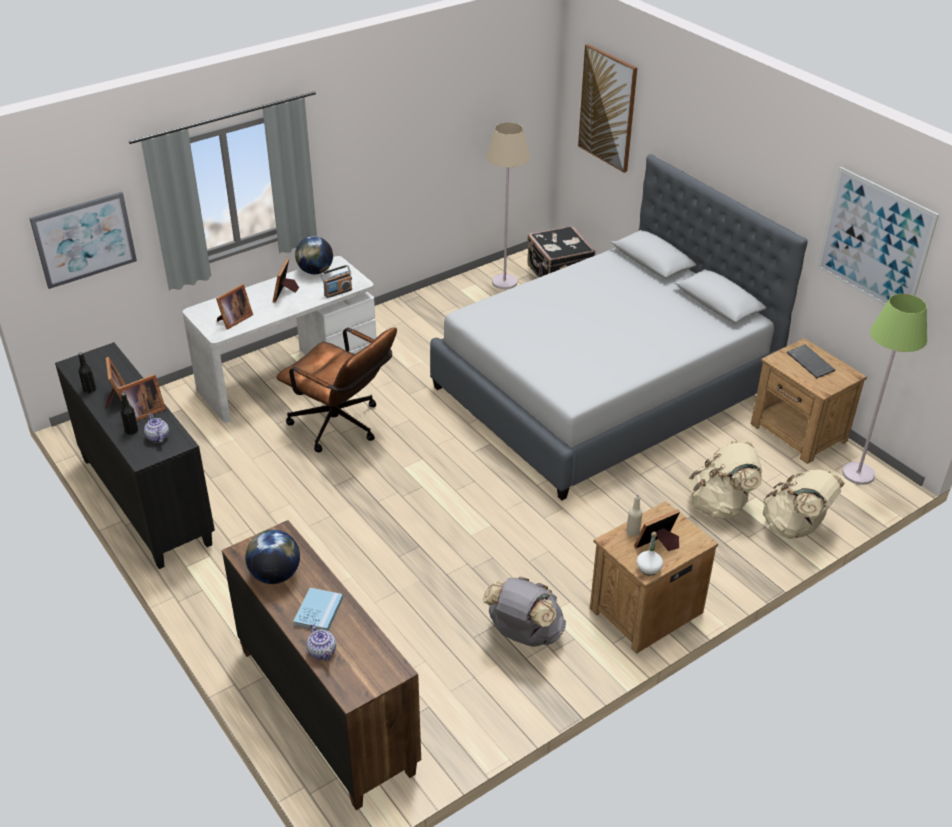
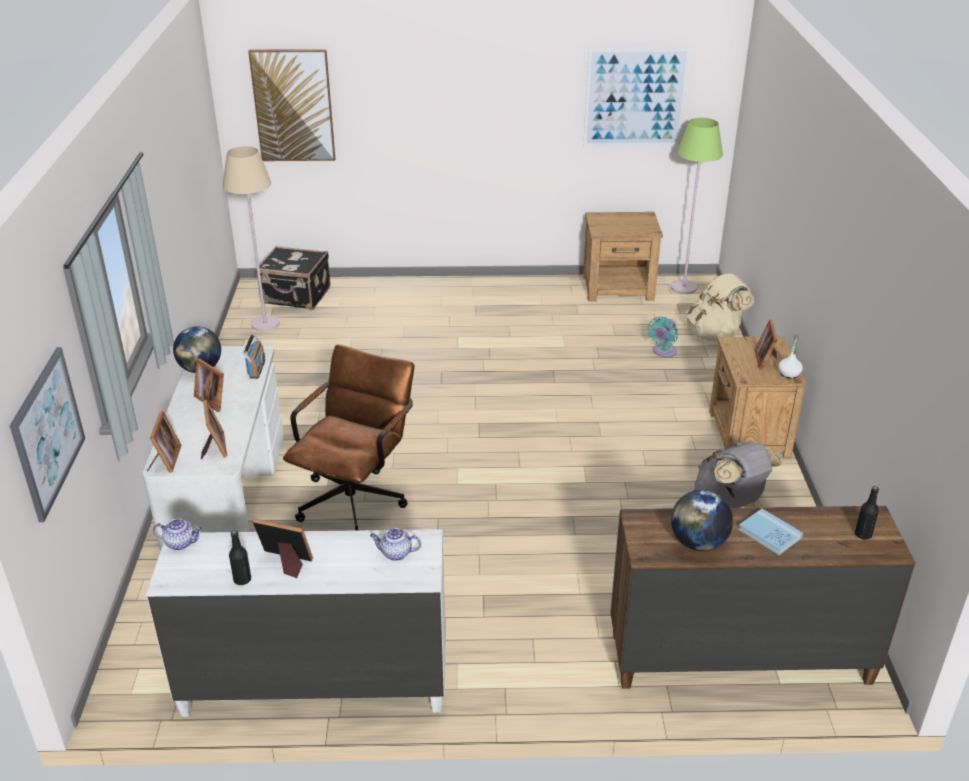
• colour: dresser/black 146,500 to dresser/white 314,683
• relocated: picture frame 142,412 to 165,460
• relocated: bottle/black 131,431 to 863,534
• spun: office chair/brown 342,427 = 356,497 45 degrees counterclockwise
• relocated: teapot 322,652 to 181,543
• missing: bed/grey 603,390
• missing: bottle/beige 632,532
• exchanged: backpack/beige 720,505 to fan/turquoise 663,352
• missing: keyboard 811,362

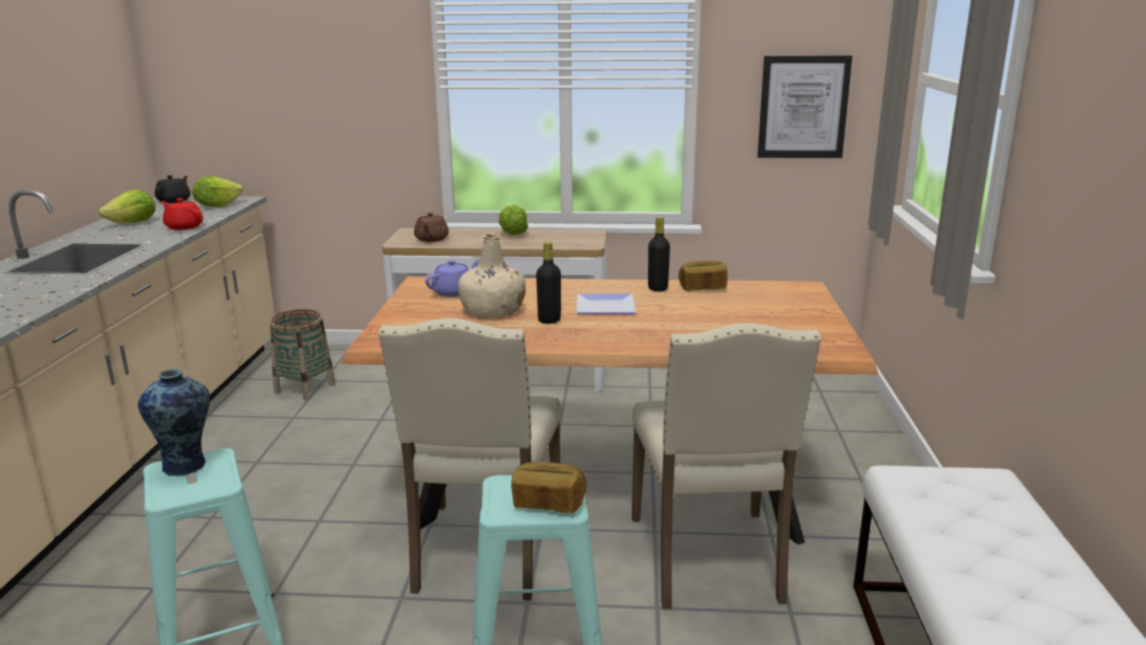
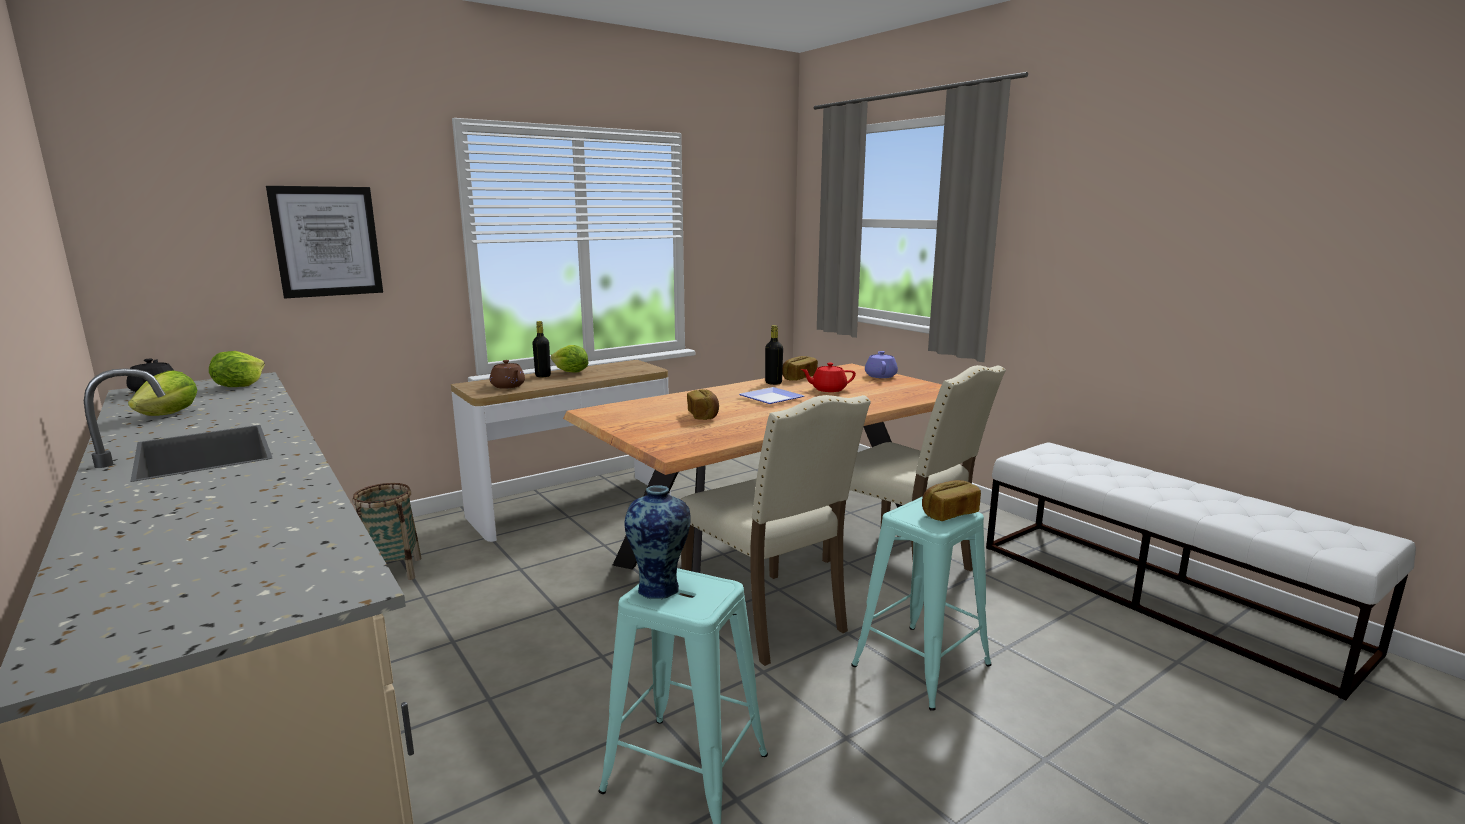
• relocated: teapot/red 184,227 to 828,389
• relocated: teapot/purple 454,292 to 880,376
• exchanged: bottle/beige 493,311 to bread 703,416
• relocated: bottle/black 549,320 to 543,376
• relocated: picture 803,107 to 327,241

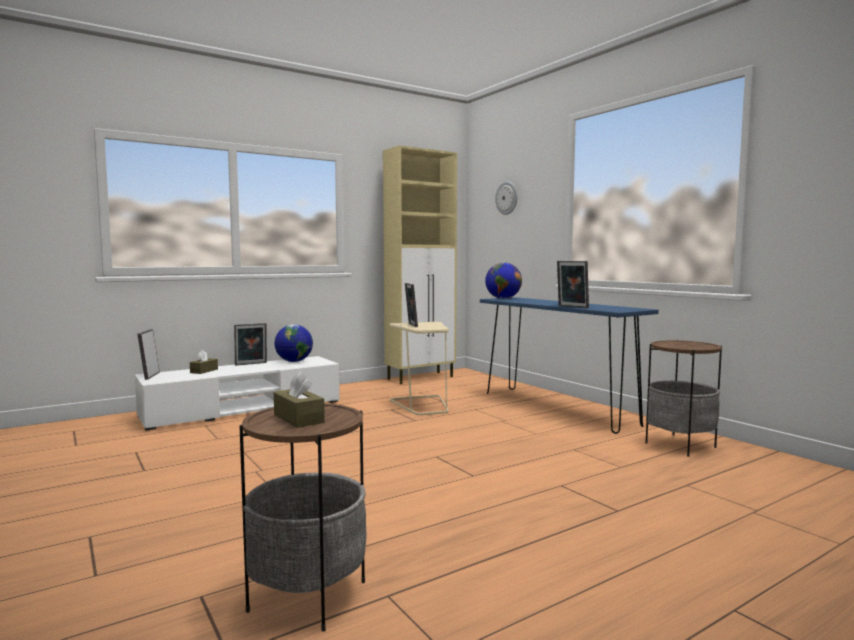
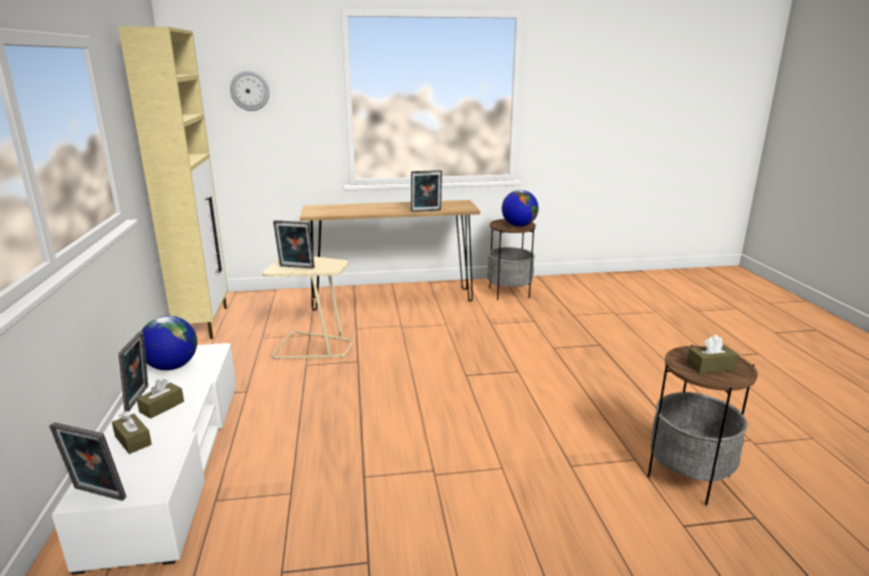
• colour: console table/blue 556,408 to console table/brown 392,299
• relocated: globe 503,298 to 519,226
• appeared: tissue box/brown 162,407

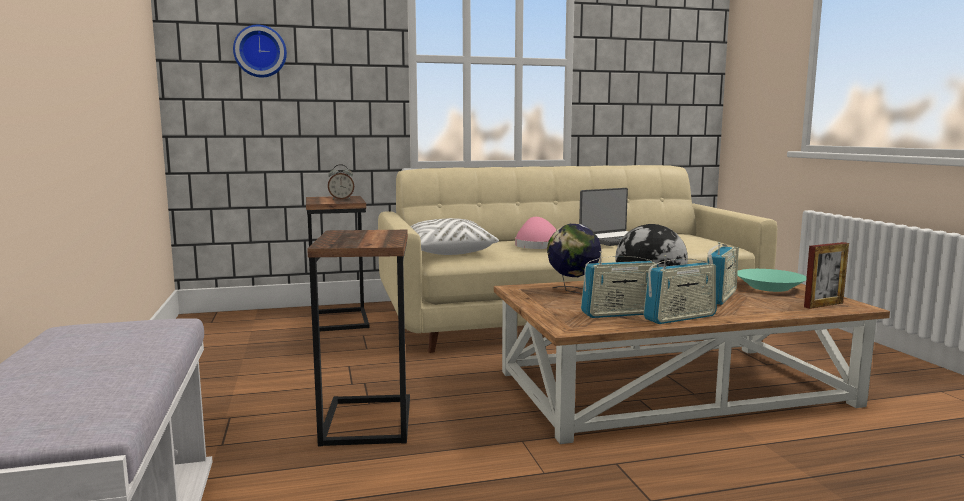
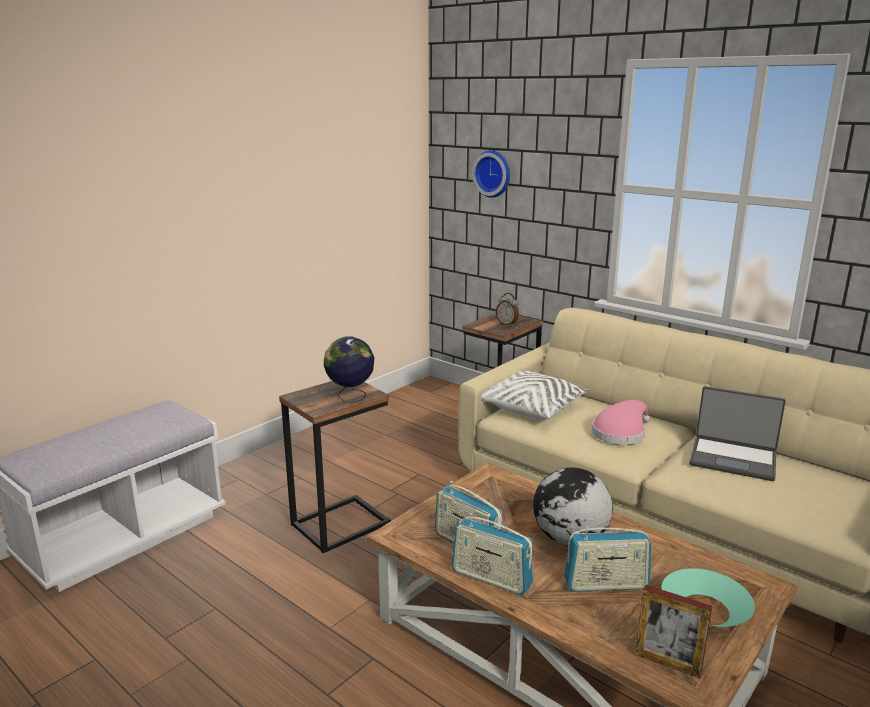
• relocated: globe 572,291 to 350,397

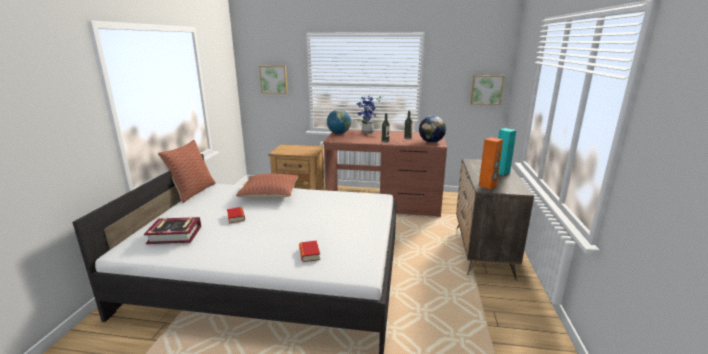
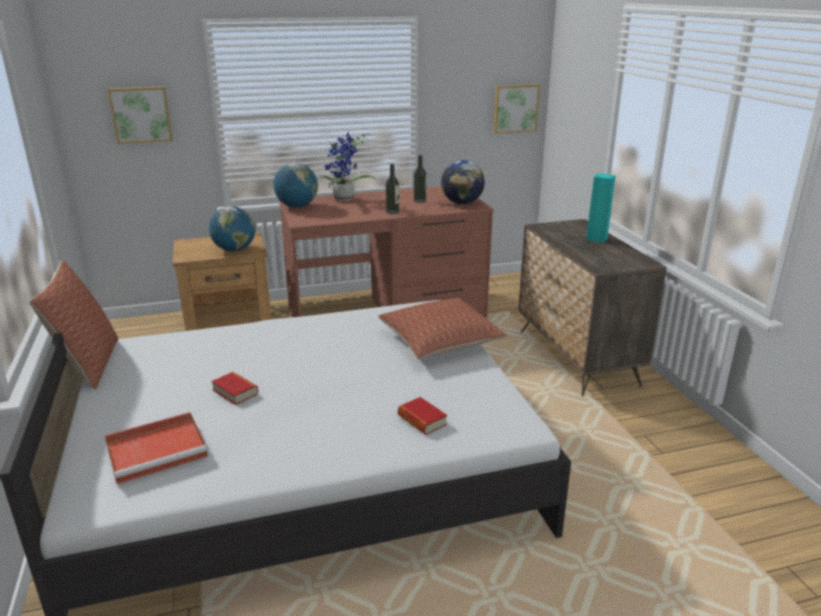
• exchanged: book 175,235 to tray/red 158,449
• relocated: pillow 269,194 to 439,341
• missing: speaker/orange 487,186
• appeared: globe 234,250

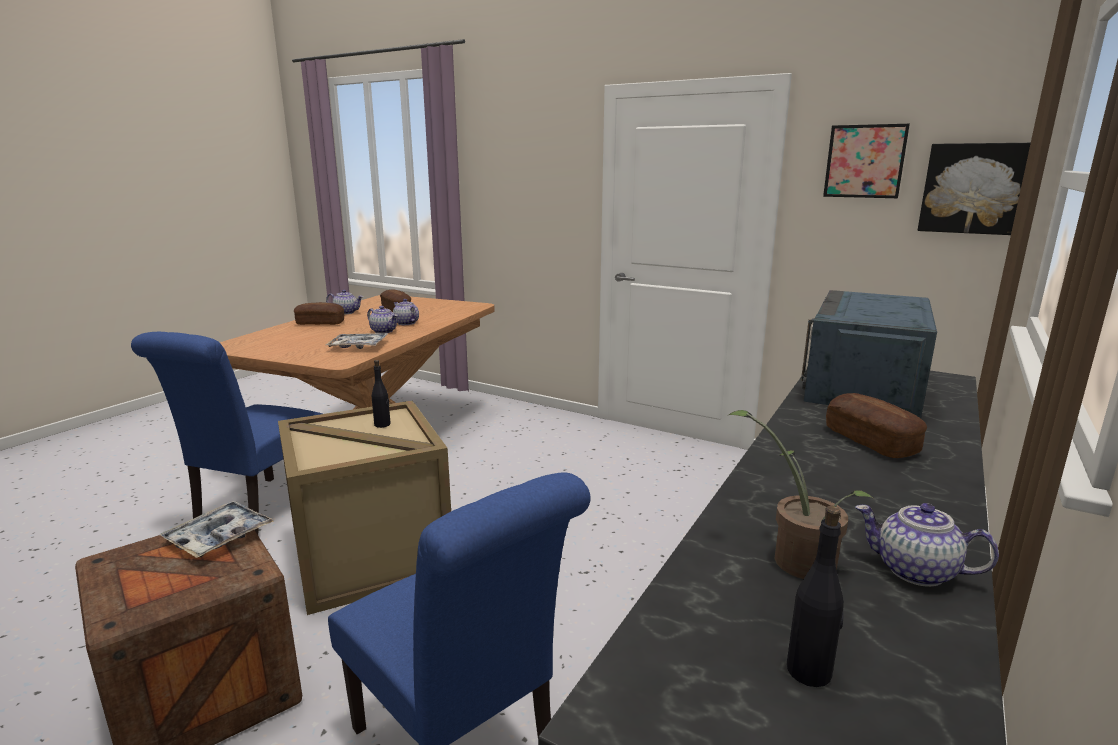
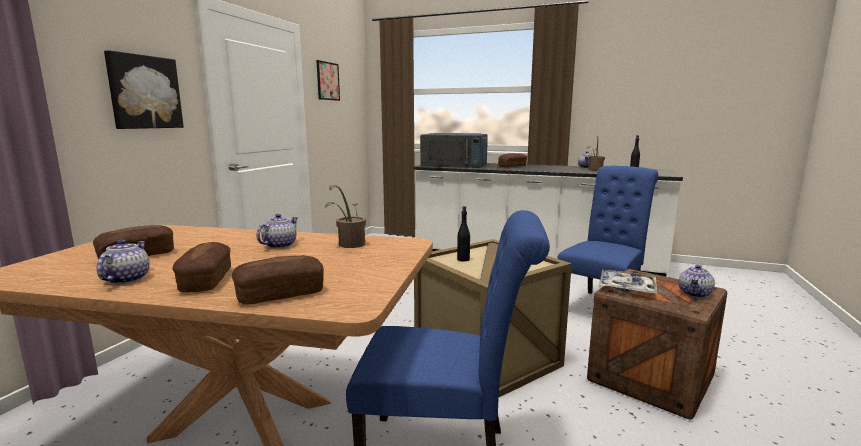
• exchanged: tray 358,346 to potted plant 349,245
• relocated: teapot 406,323 to 695,294
• relocated: picture 973,188 to 144,92
• appeared: bread 280,294

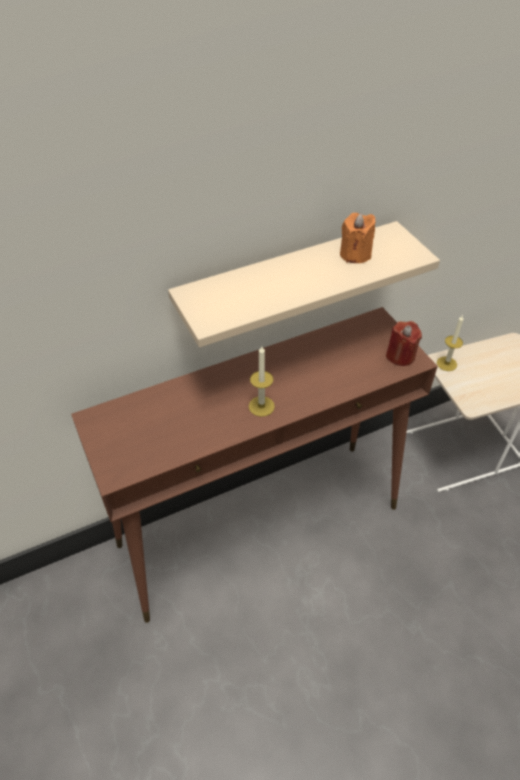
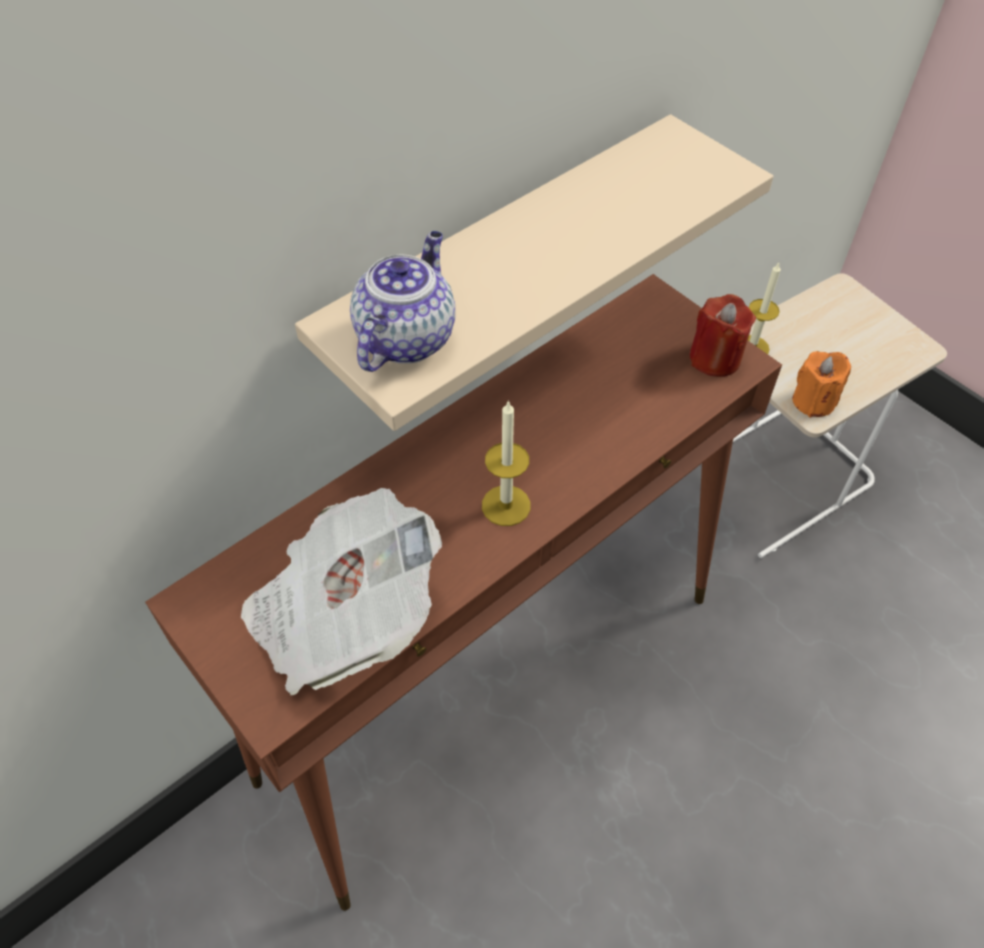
• relocated: candle/orange 355,254 to 813,401
• appeared: newspaper 343,615
• appeared: teapot 405,337

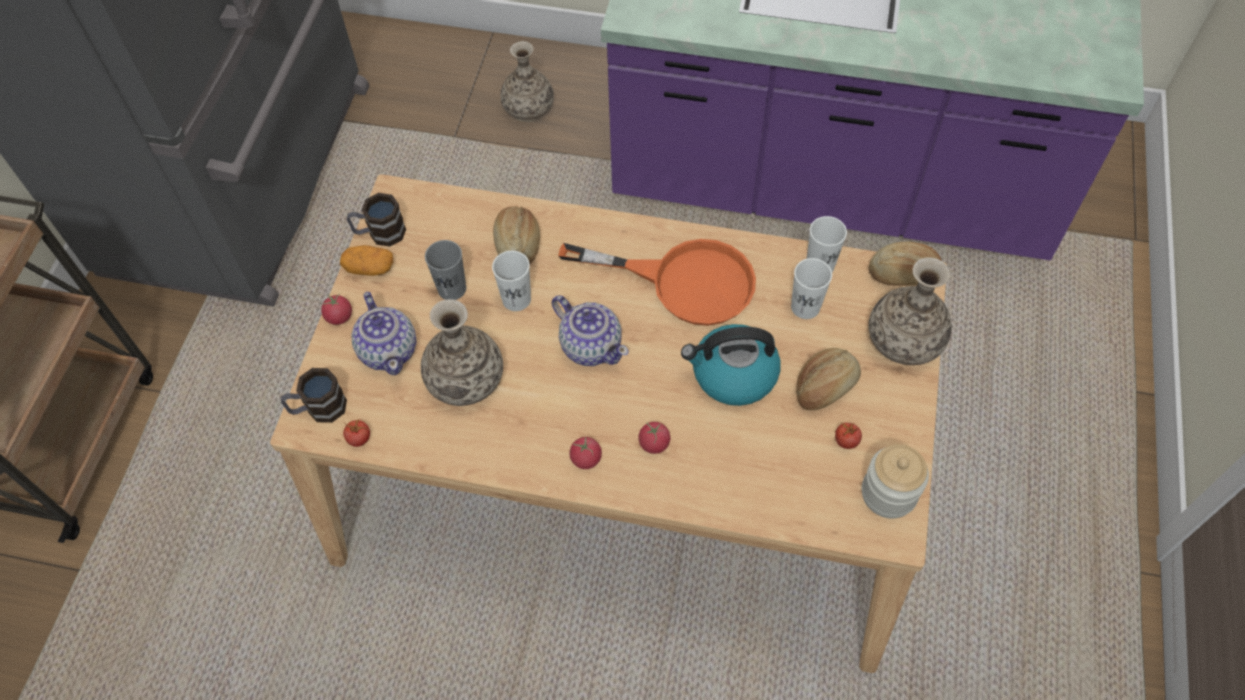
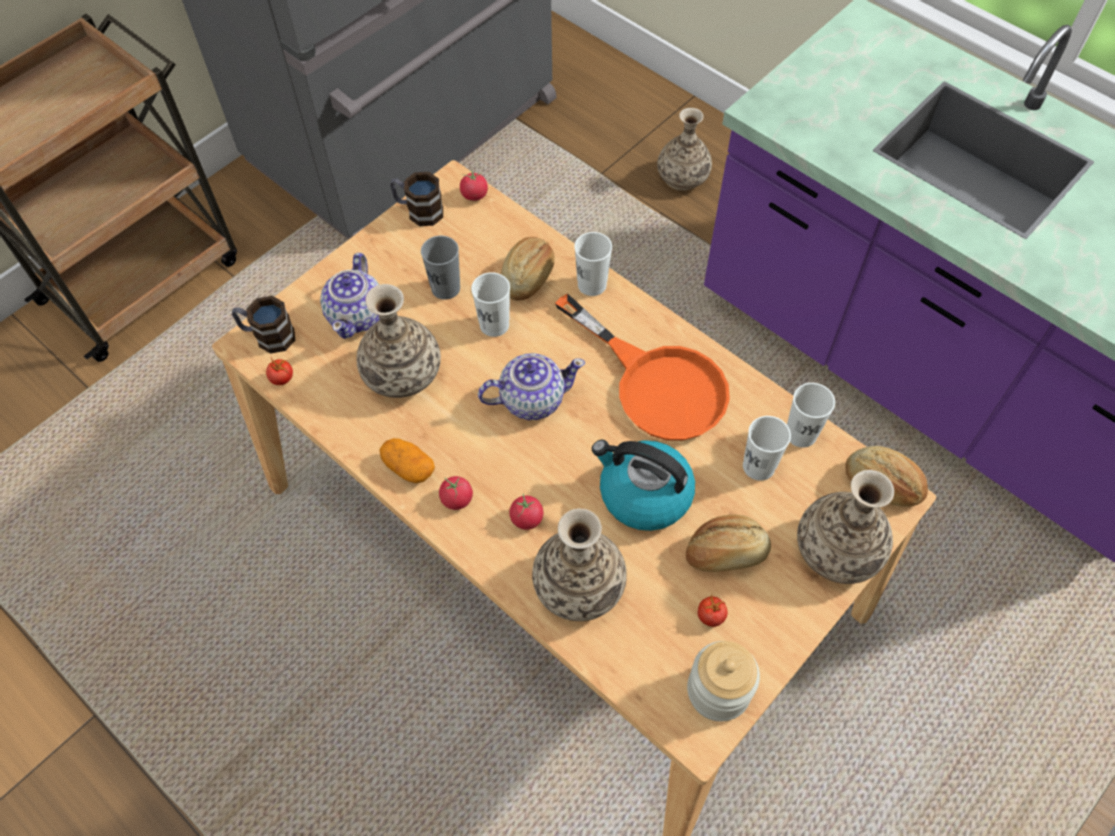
• relocated: tomato 339,316 to 474,195
• relocated: potato 369,268 to 408,467
• spun: teapot 591,345 = 531,399 90 degrees counterclockwise
• appeared: vase 579,587
• appeared: cup/white 592,284

